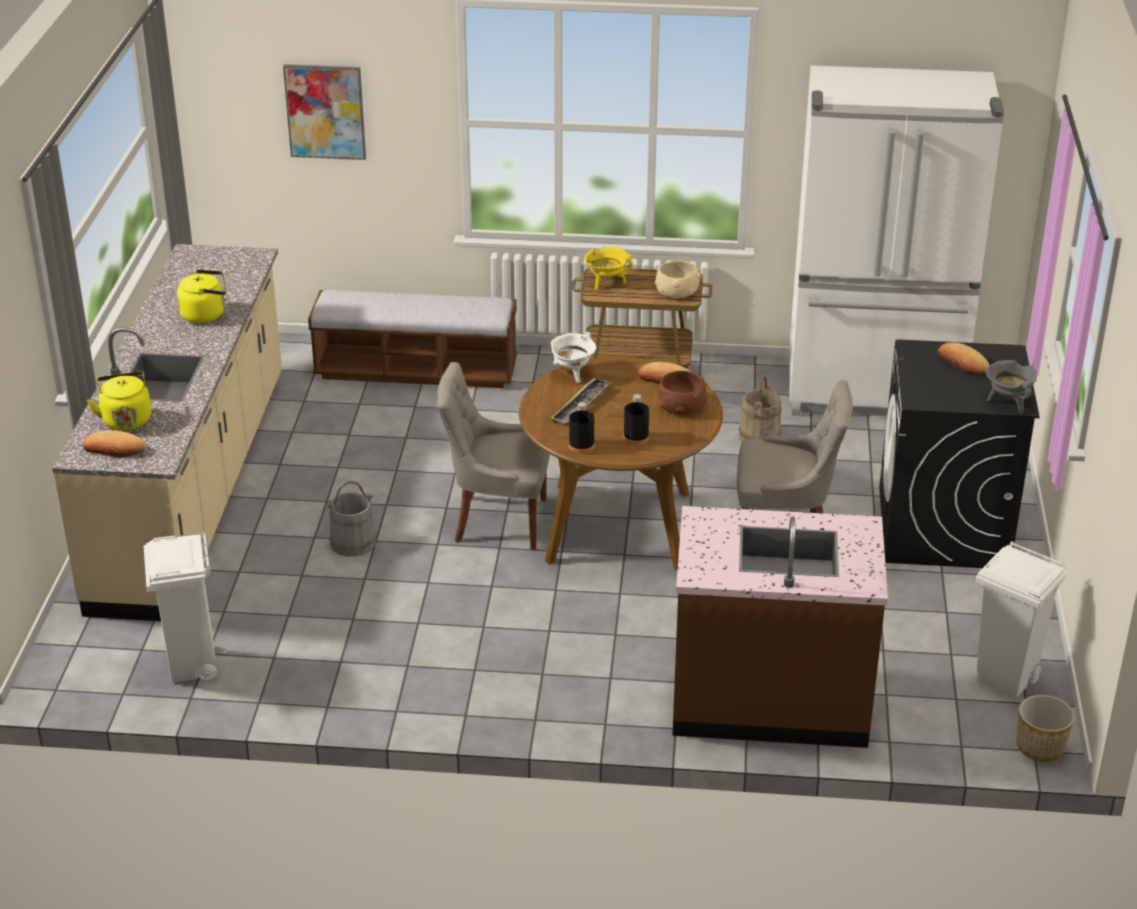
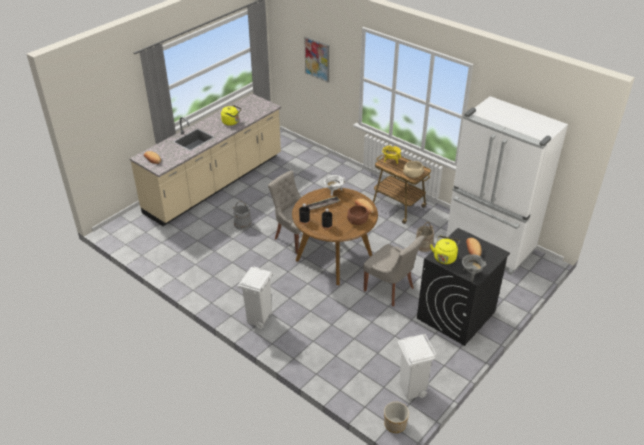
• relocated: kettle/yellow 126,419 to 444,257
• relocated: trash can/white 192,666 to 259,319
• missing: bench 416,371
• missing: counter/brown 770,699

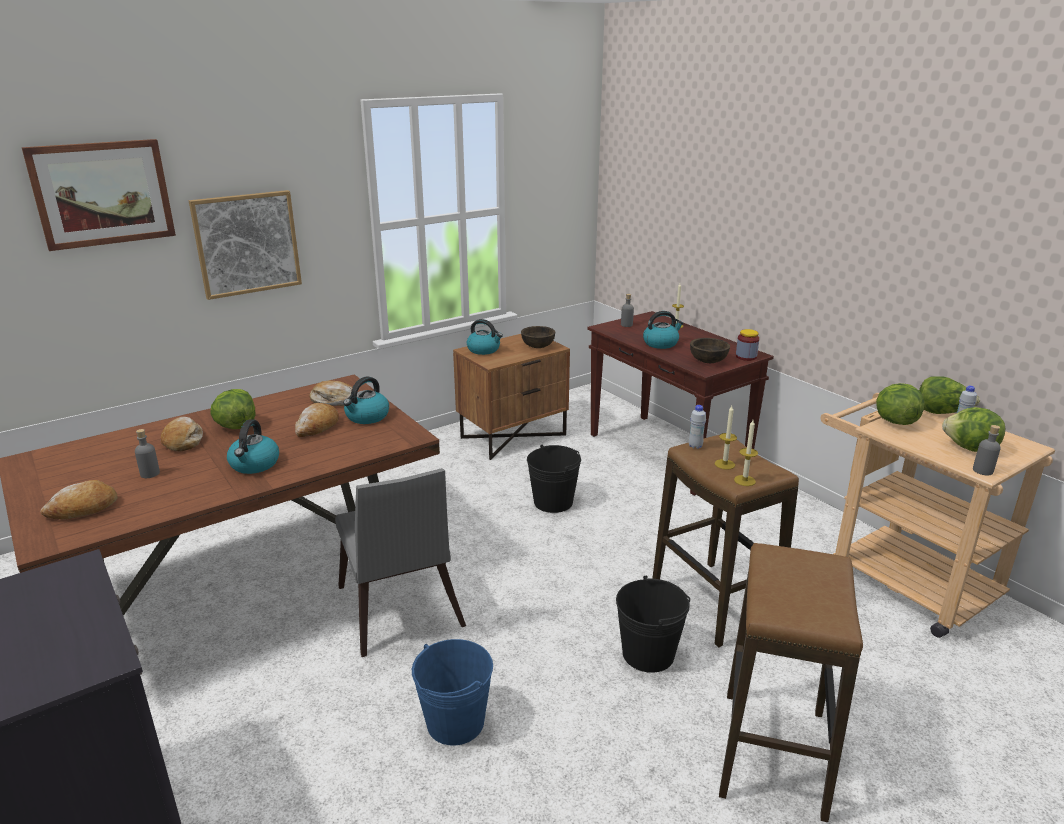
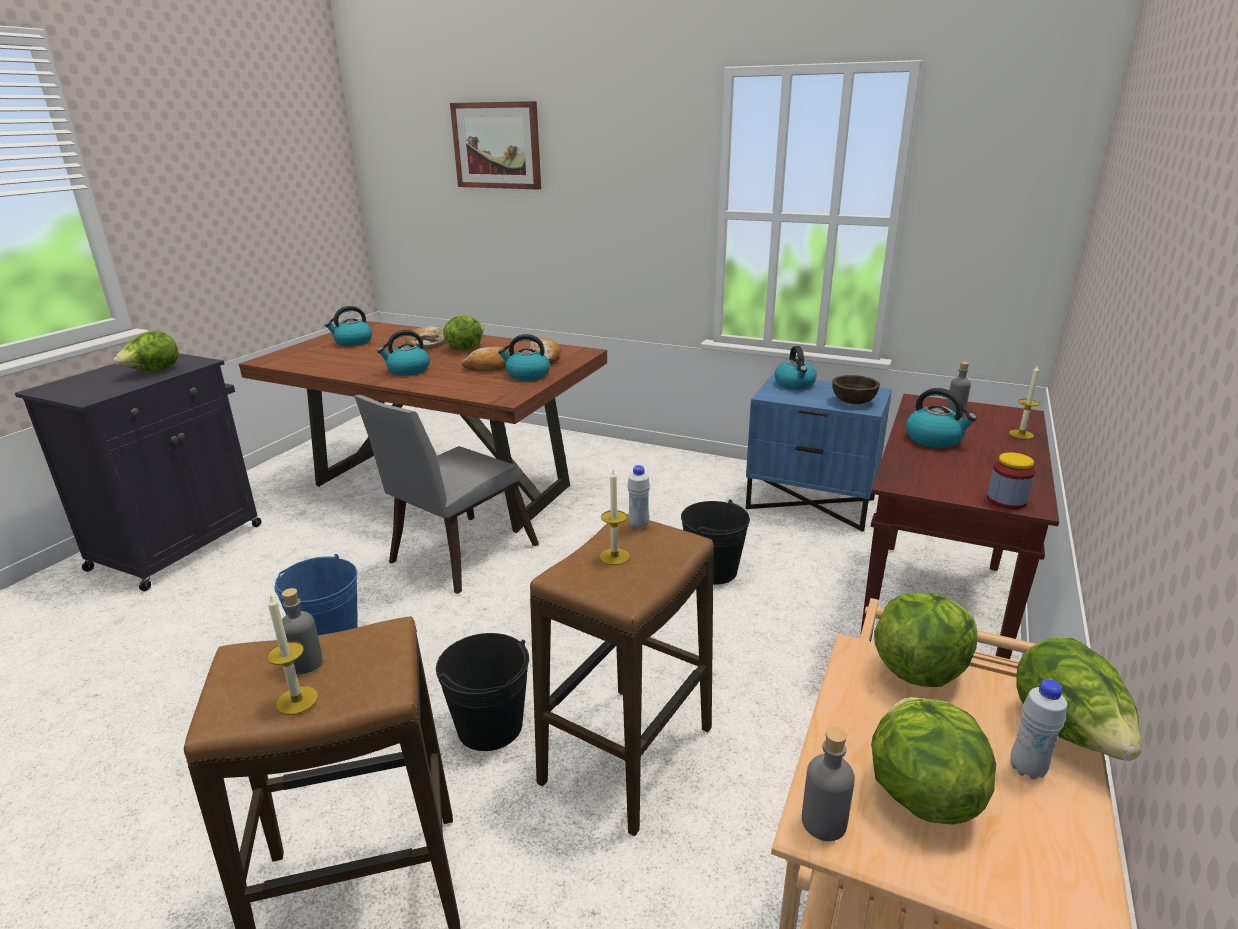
• missing: bread 83,509
• relocated: bottle/grey 150,474 to 306,663
• missing: picture 247,243
• colour: nightstand/brown 513,435 to nightstand/blue 811,503
• missing: bowl/brown 708,361
• relocated: candle 744,480 to 297,700
• appeared: lettuce 153,371
• appeared: kettle 352,342

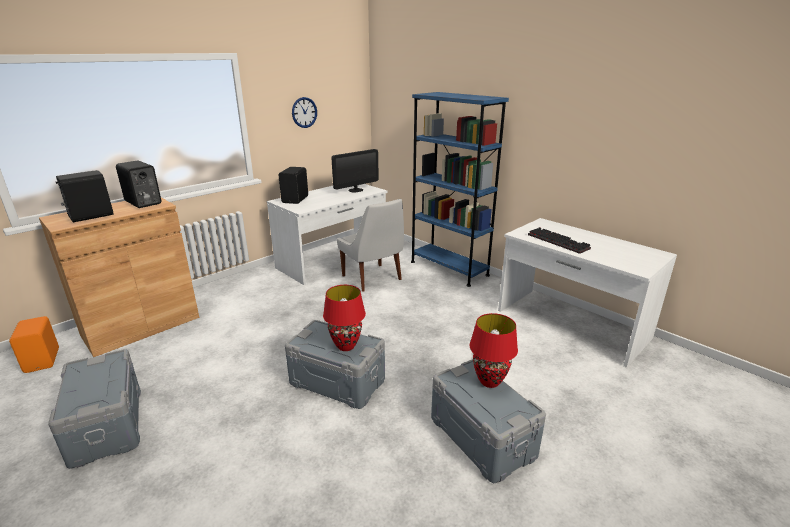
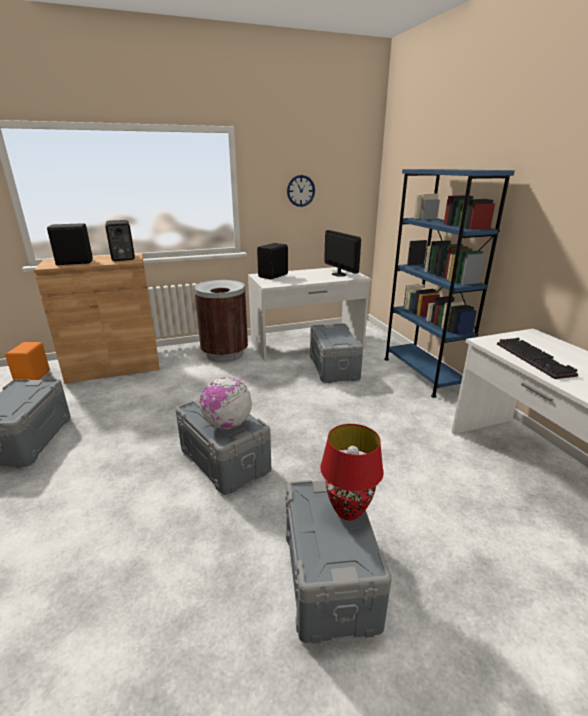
• exchanged: table lamp/red 345,346 to globe 227,424
• spun: monitor 355,190 = 339,274 105 degrees counterclockwise
• exchanged: chair/white 373,278 to storage box/grey 333,368
• appeared: trash can/brown 225,353

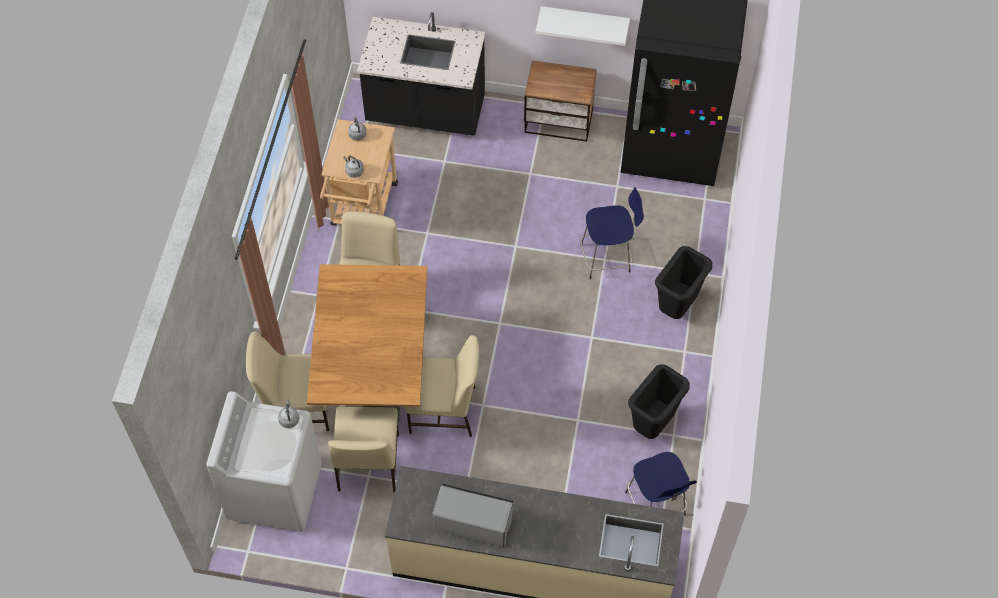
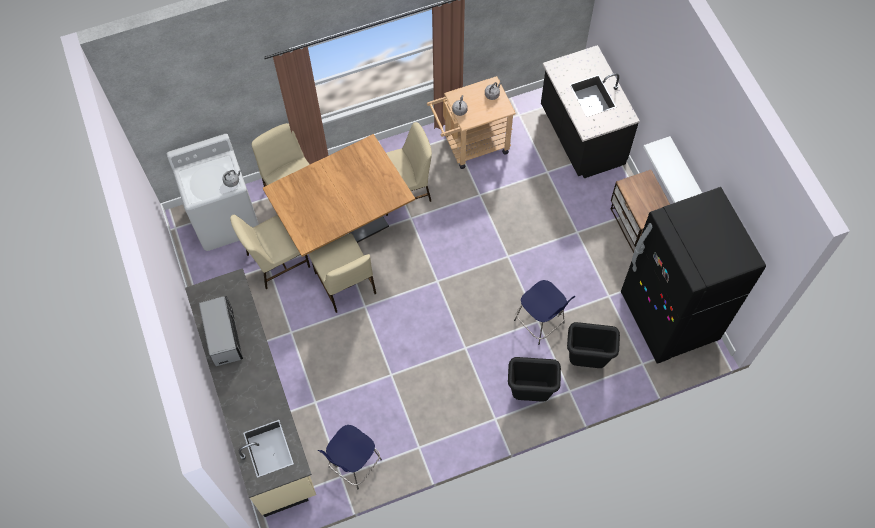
• relocated: trash can/black 652,425 to 586,360

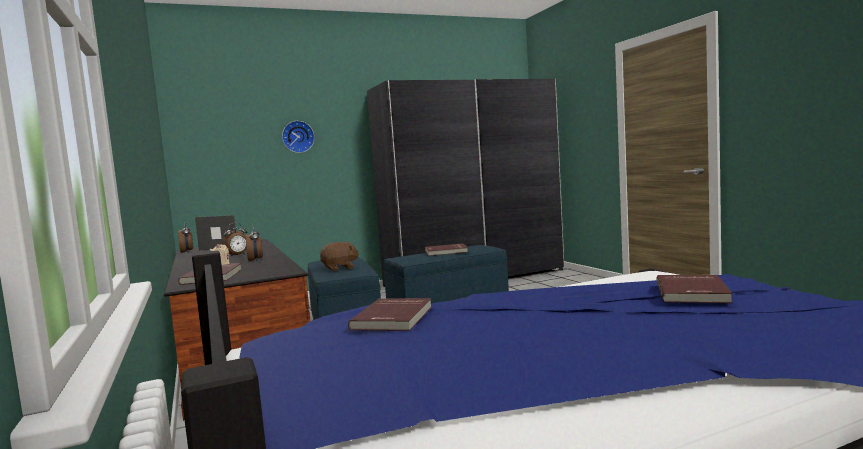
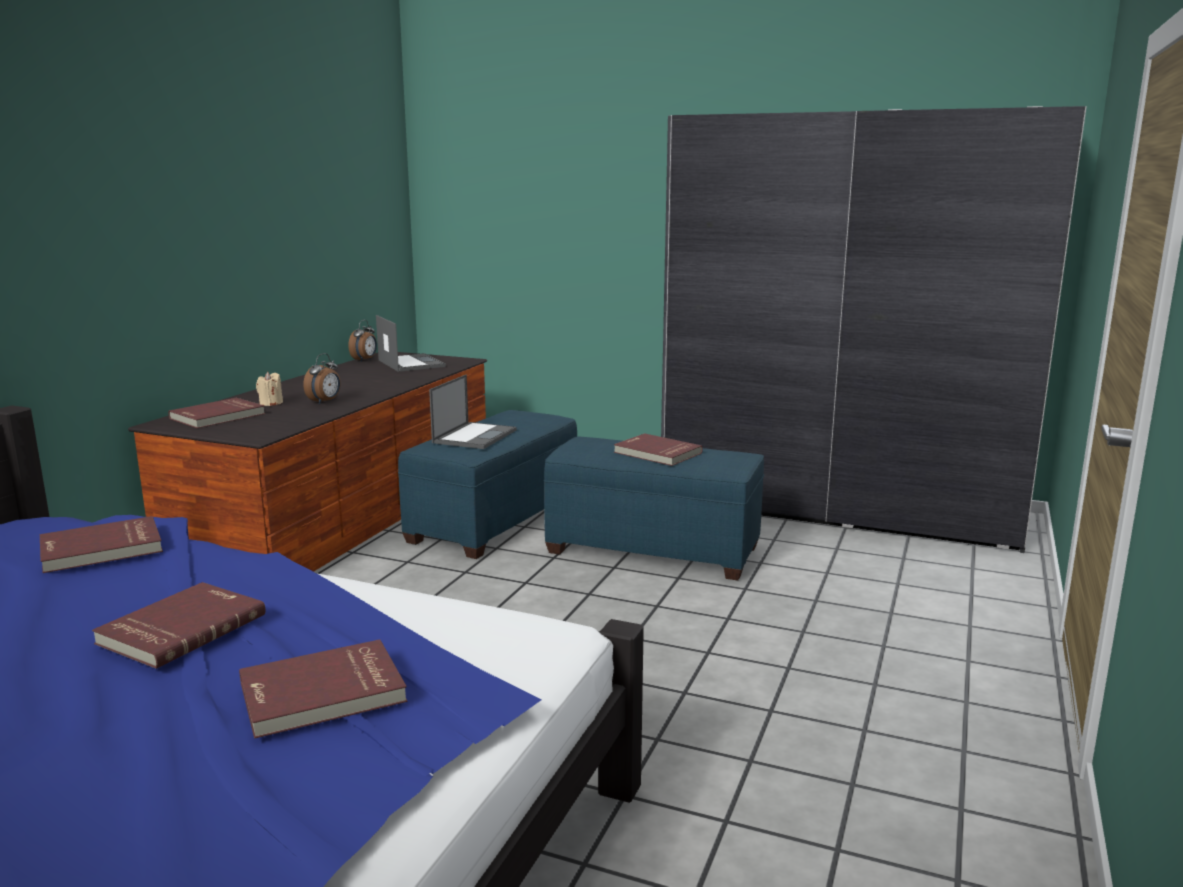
• missing: alarm clock 237,255
• missing: wall clock 298,137
• exchanged: plush toy/brown 340,268 to laptop 475,436
• appeared: book/red 180,628

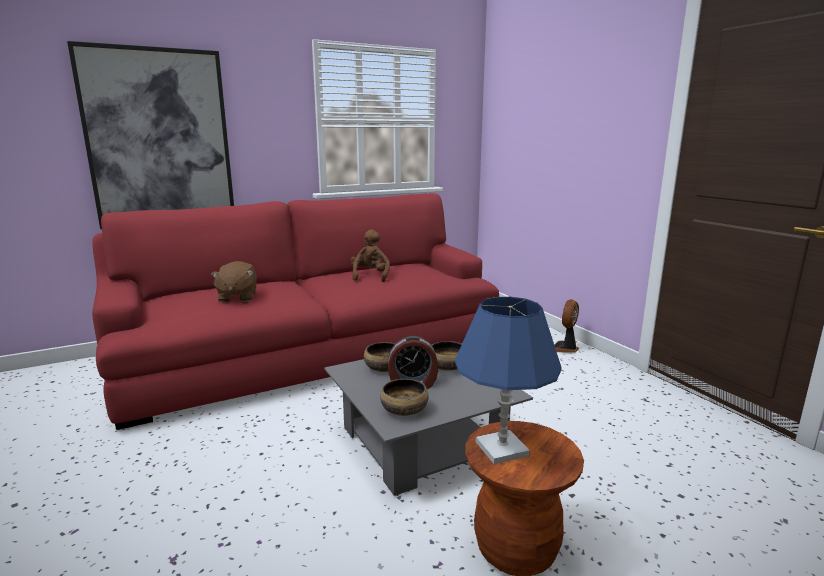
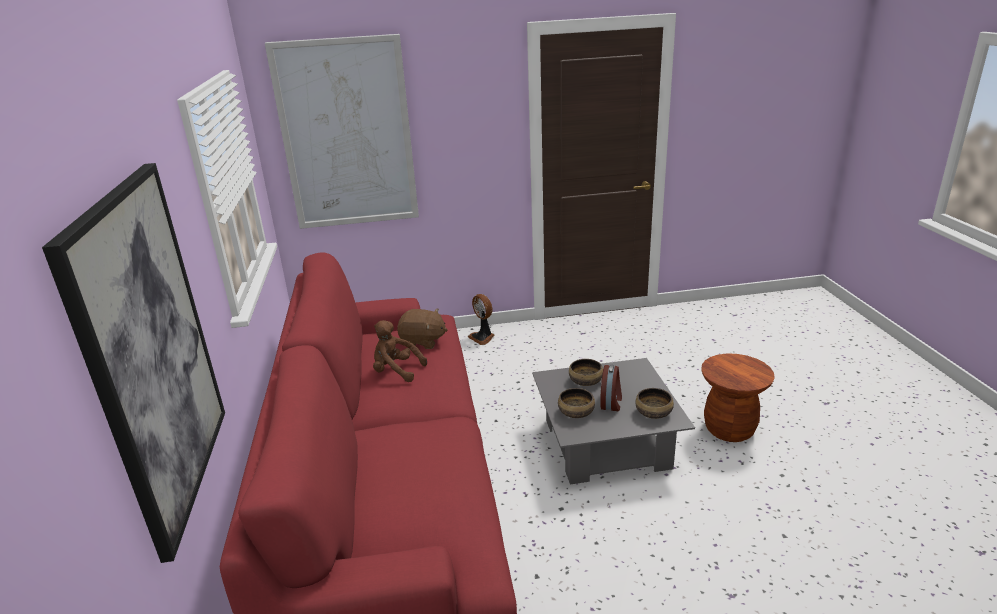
• relocated: plush toy/brown 237,297 to 422,342
• missing: table lamp/blue 502,448
• appeared: picture 347,135

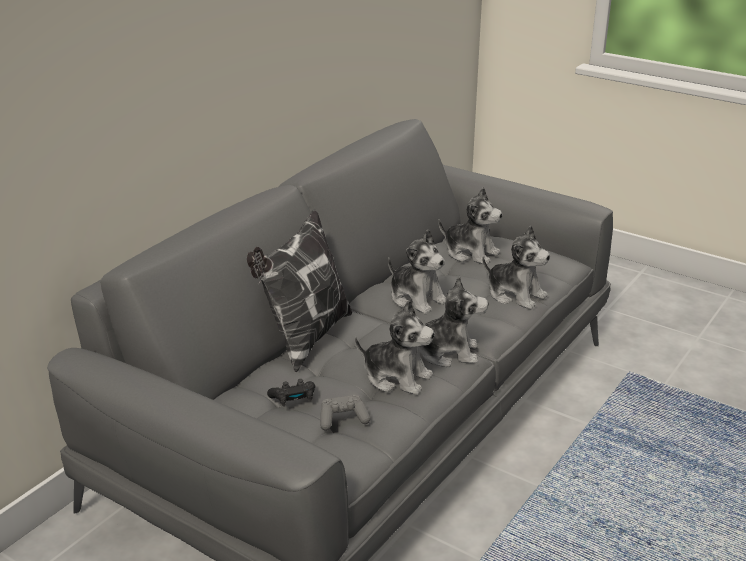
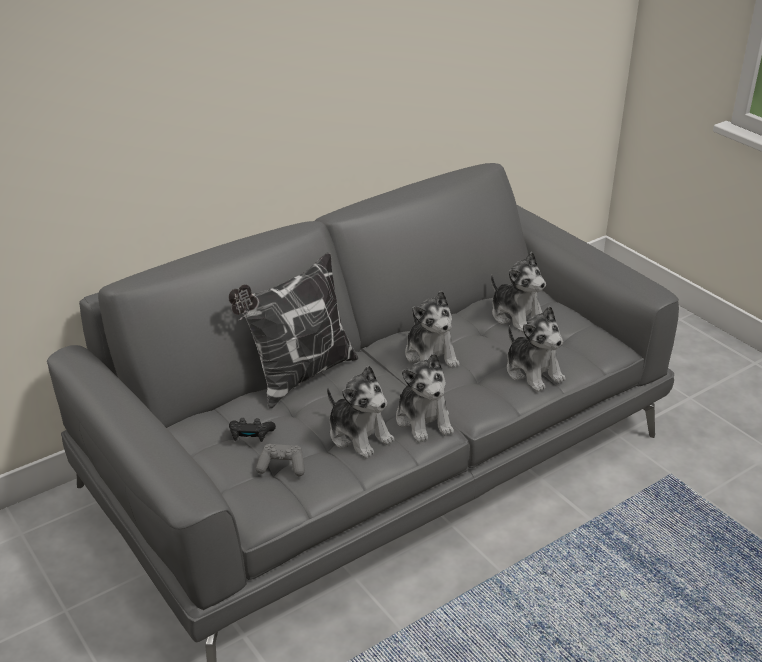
• spun: plush toy 446,352 = 423,420 45 degrees clockwise

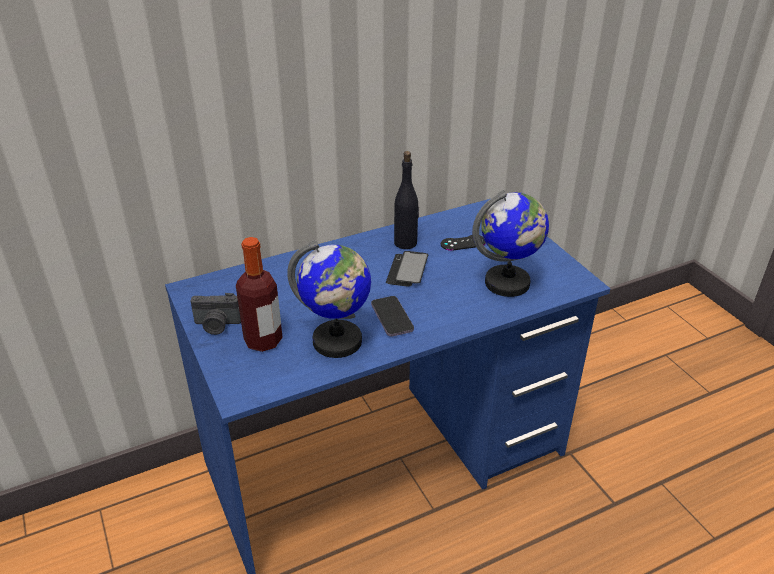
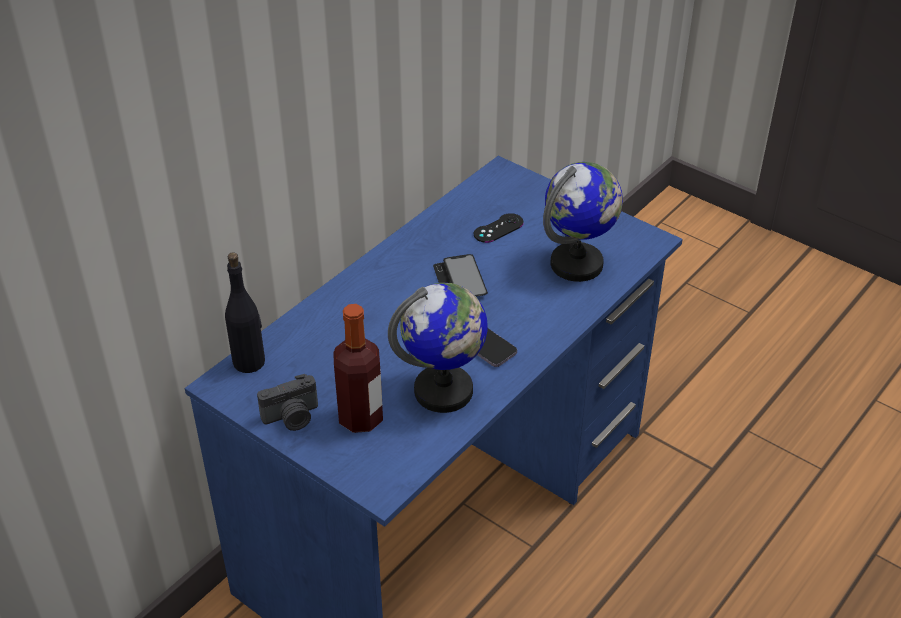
• relocated: bottle/black 406,243 to 249,362

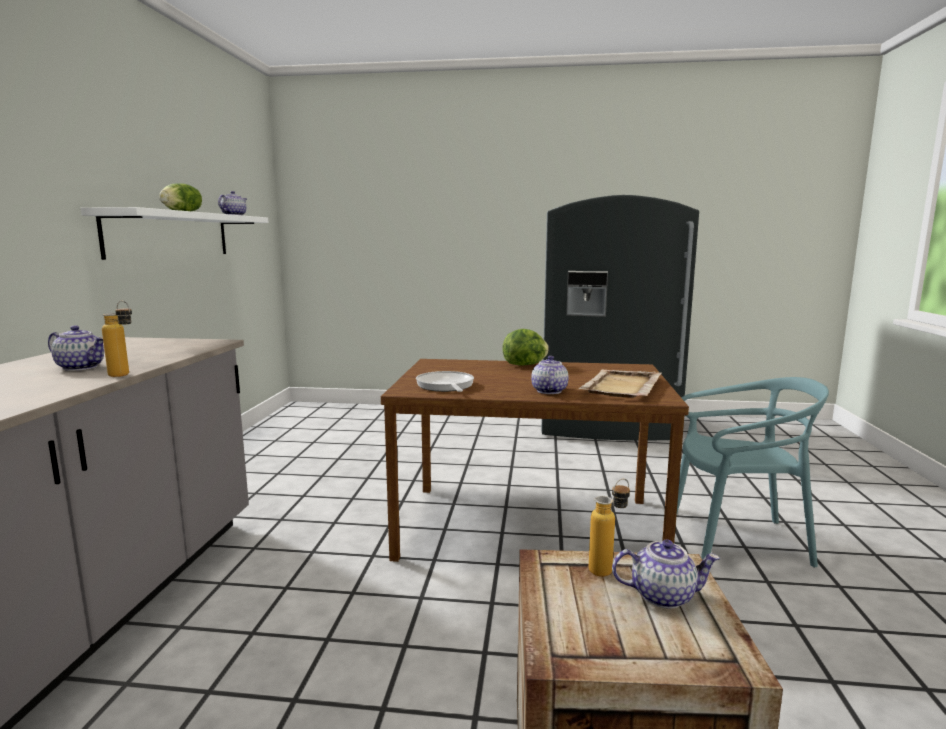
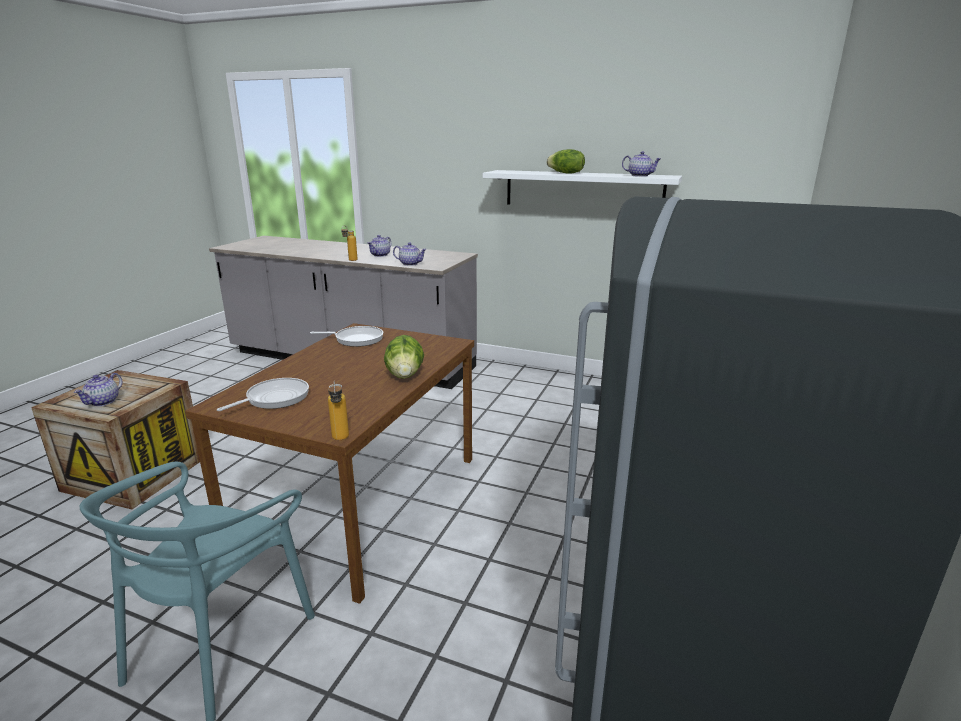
• relocated: teapot 548,391 to 410,264
• exchanged: tray/beige 621,386 to frying pan 274,398
• relocated: bottle 607,568 to 340,440

